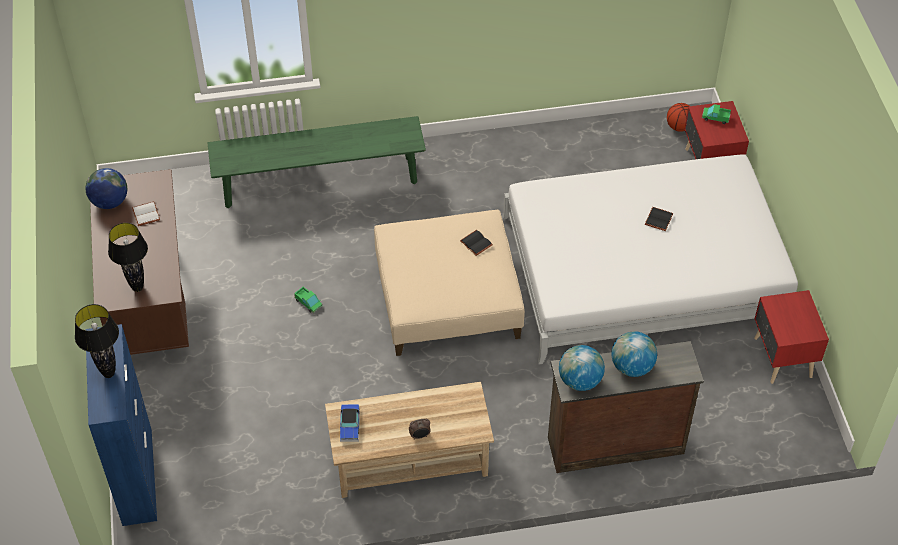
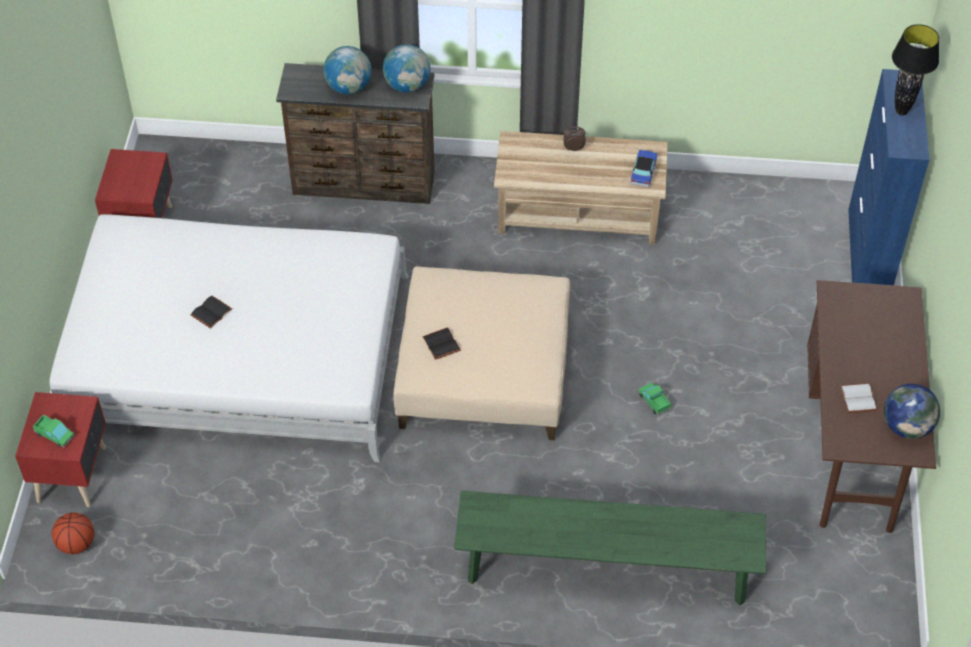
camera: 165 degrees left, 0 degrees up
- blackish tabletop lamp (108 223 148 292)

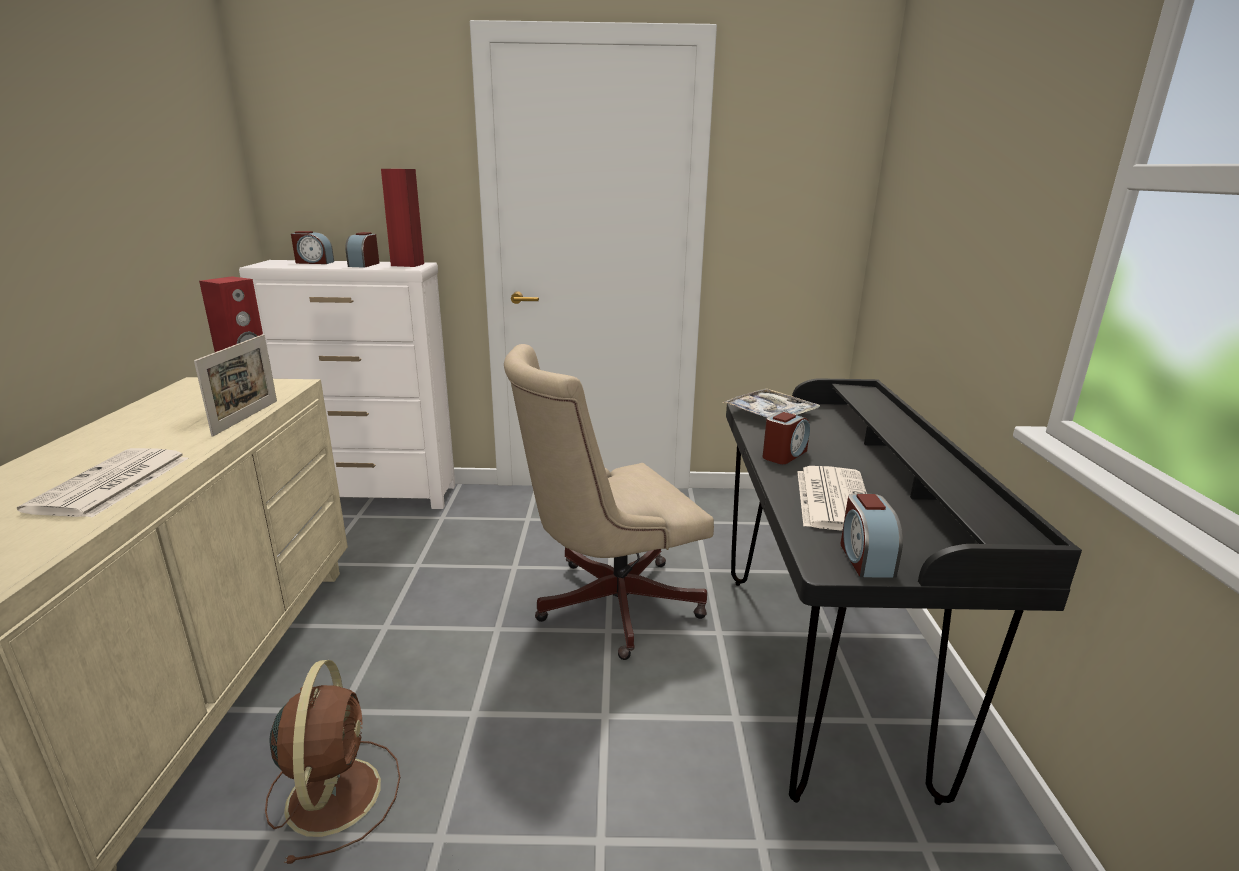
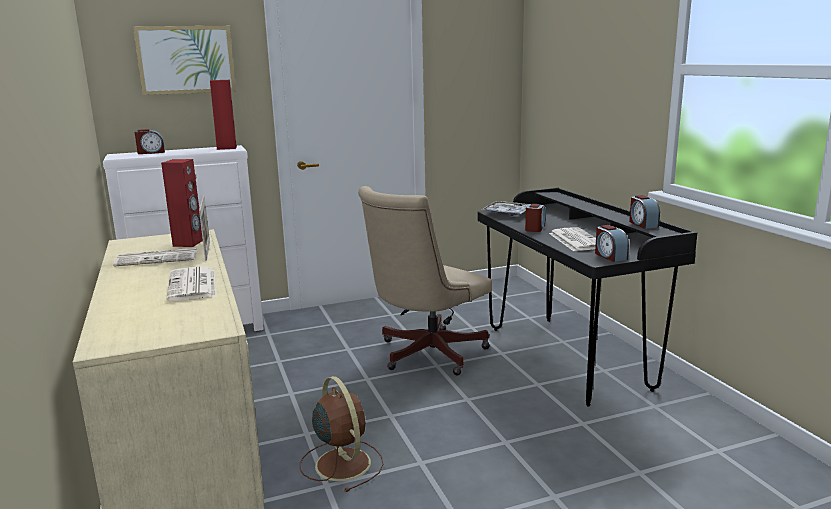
camera: 20 degrees left, 5 degrees down
+ newspaper (113 248 198 266)
+ picture (133 26 236 95)
~ alarm clock (345 232 379 268) to (629 195 660 229)

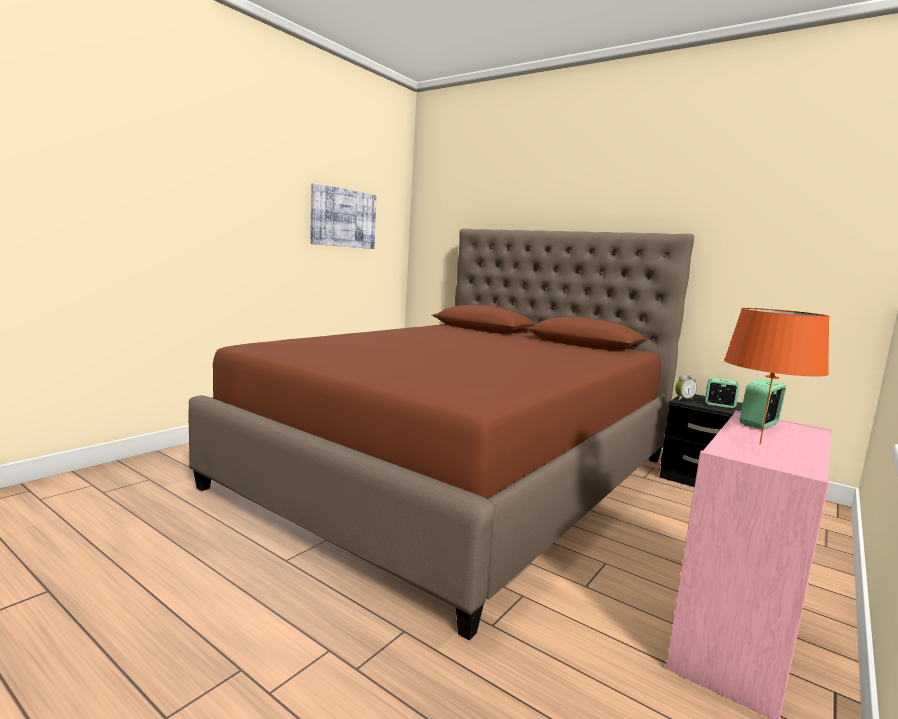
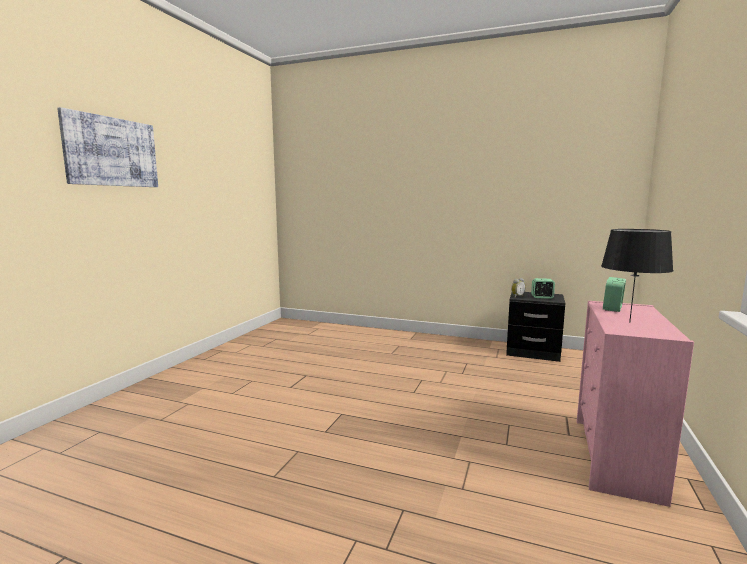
camera: 15 degrees left, 0 degrees up
~ picture (310 183 376 249) to (57 107 158 187)
~ orange tabletop lamp (724 308 830 445) to blackish tabletop lamp (601 229 674 323)
- brown-coloured sleeping bed (189 229 694 640)

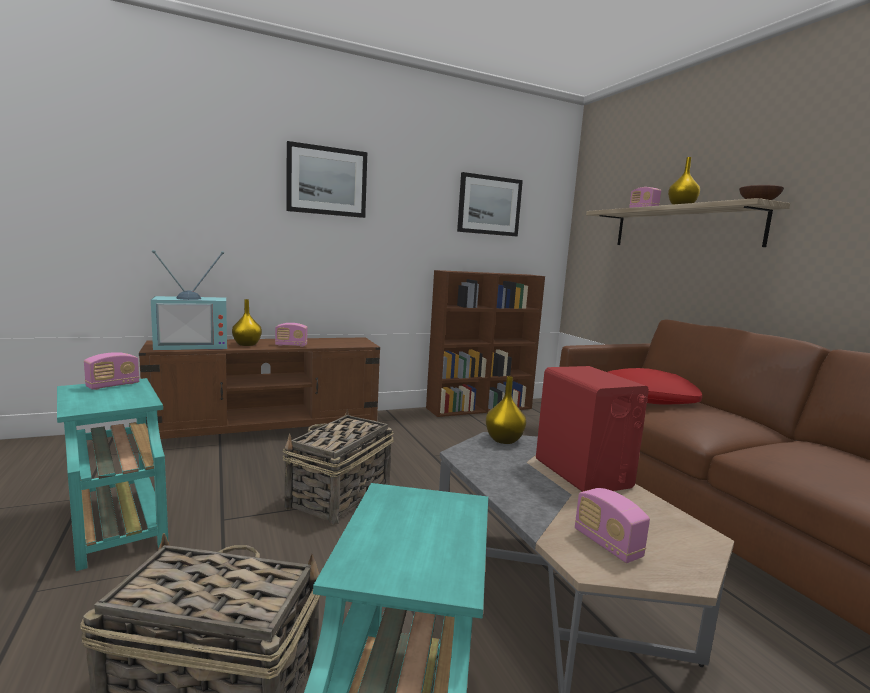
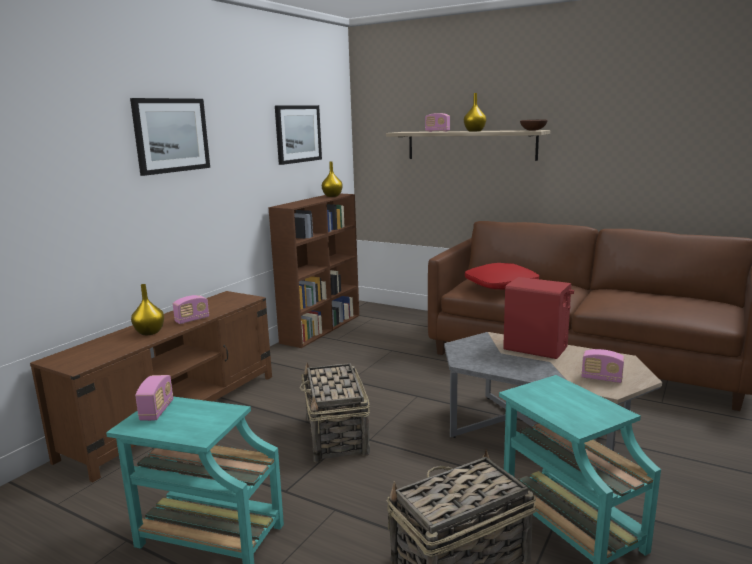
camera: 35 degrees left, 5 degrees up
~ yellow decorative vase (486 376 526 444) to (322 161 343 197)
- TV set (151 250 227 350)

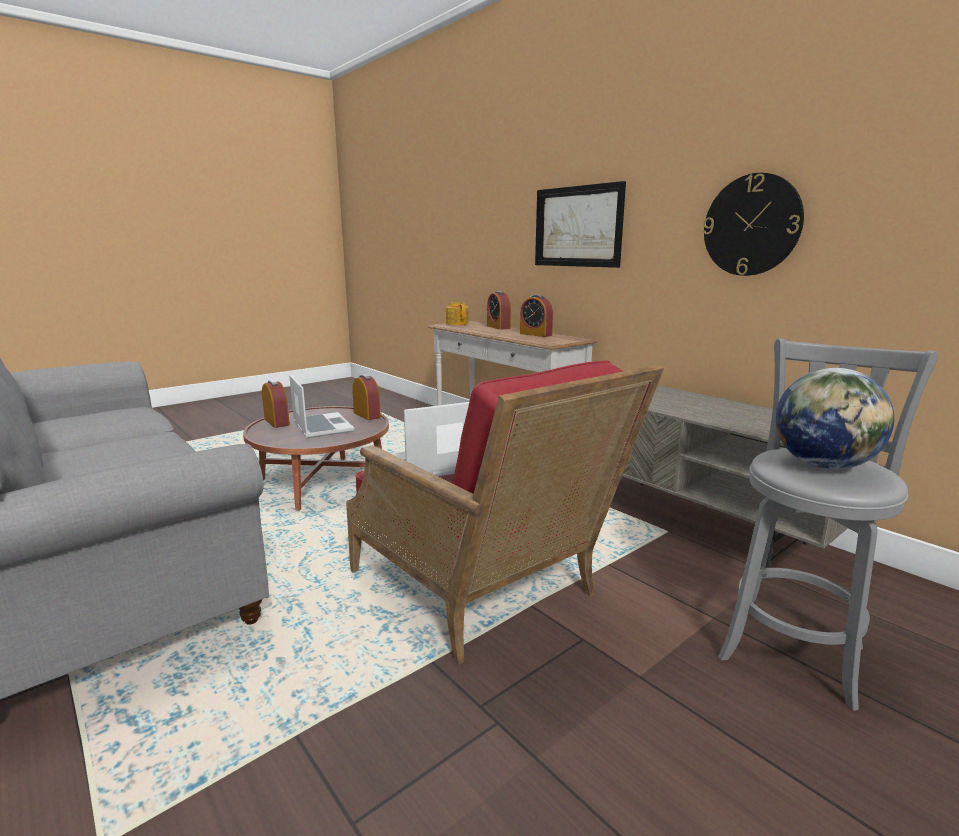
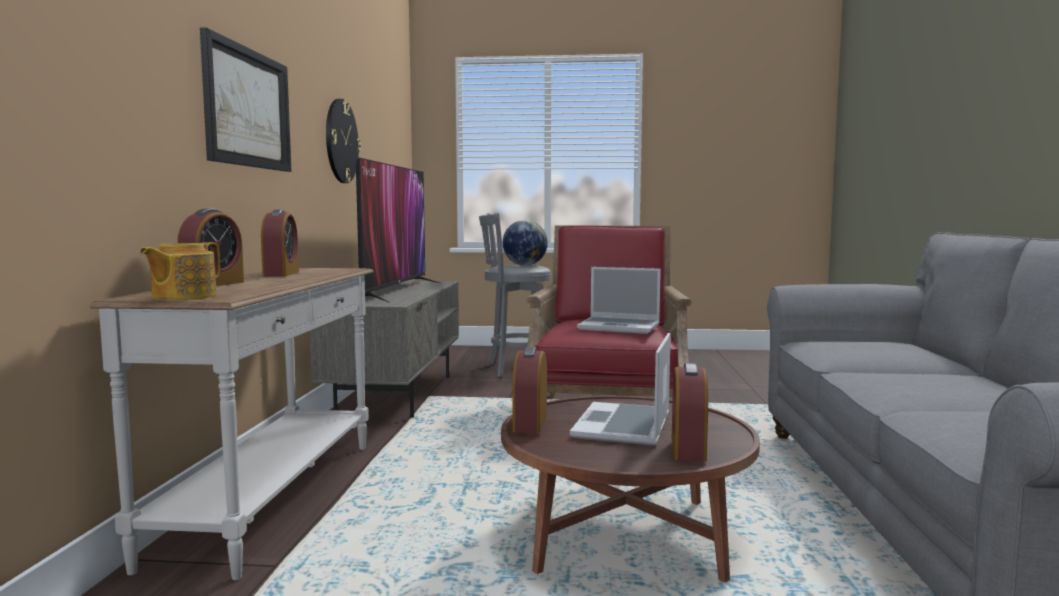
camera: 135 degrees left, 10 degrees down
+ TV set (356 158 439 303)

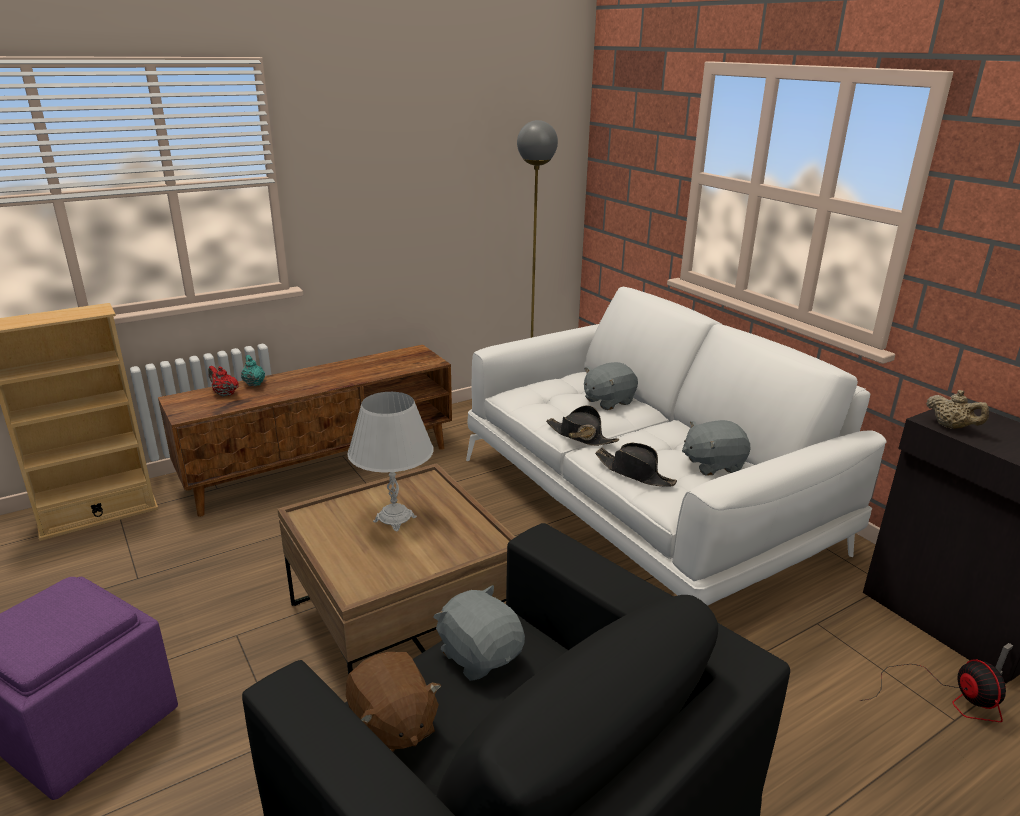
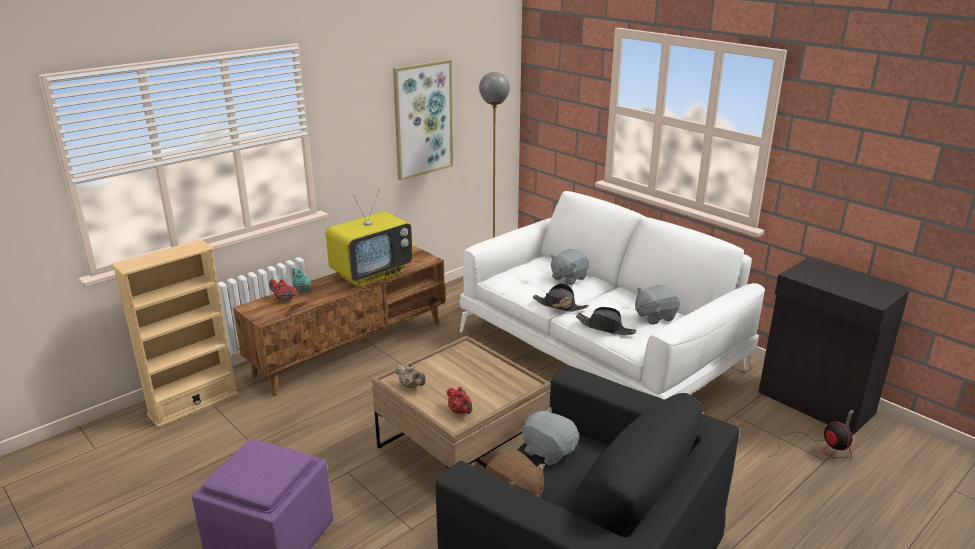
camera: 10 degrees left, 0 degrees up
+ TV set (326 189 413 287)
+ picture (393 59 453 180)
~ sand-coloured tea pot (926 390 989 429) to (395 362 426 388)
+ red tea pot (447 387 473 414)
- whitish tabletop lamp (347 392 434 531)

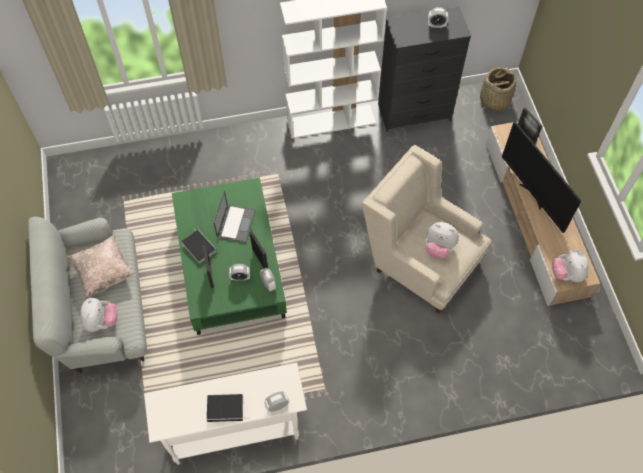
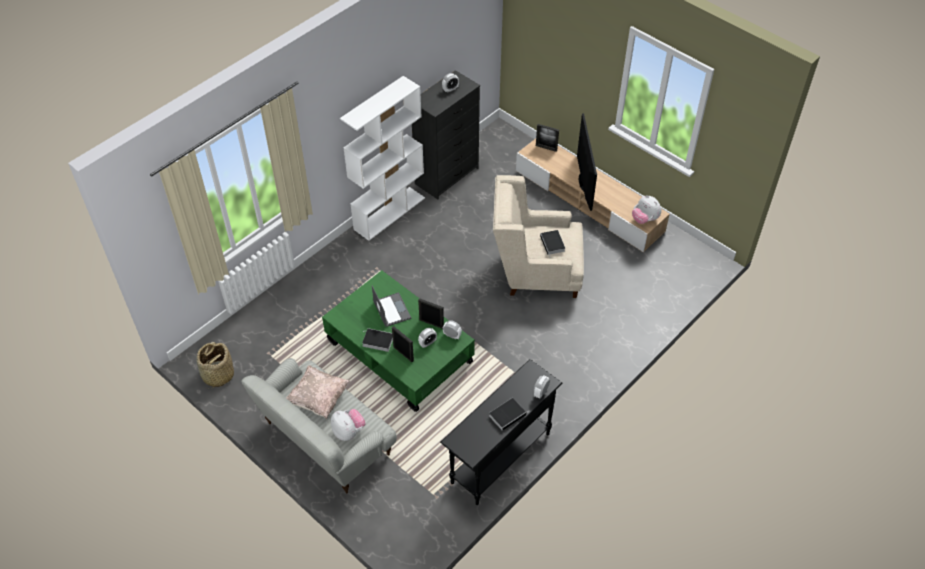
camera: 35 degrees left, 10 degrees down
~ storage basket (480 67 517 111) to (196 342 234 389)
~ whitish console table (144 363 307 465) to blackish console table (440 359 562 505)
~ plush toy (426 222 459 259) to book (540 230 565 257)
~ TV set (502 121 582 233) = (577 113 597 211) 120 degrees counterclockwise

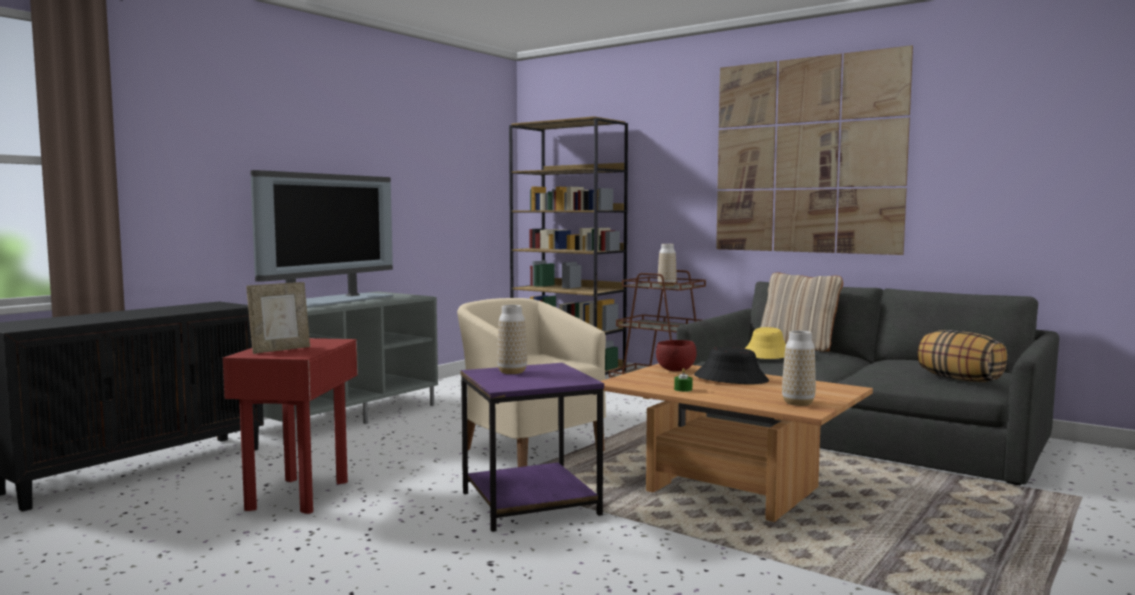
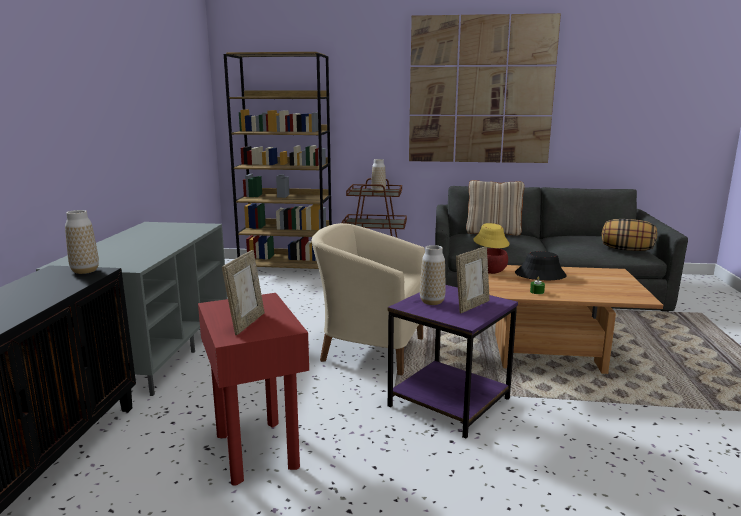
camera: 30 degrees left, 10 degrees up
~ decorative vase (782 330 816 406) to (65 210 99 274)
+ photo frame (456 247 490 313)
- TV set (250 170 393 308)

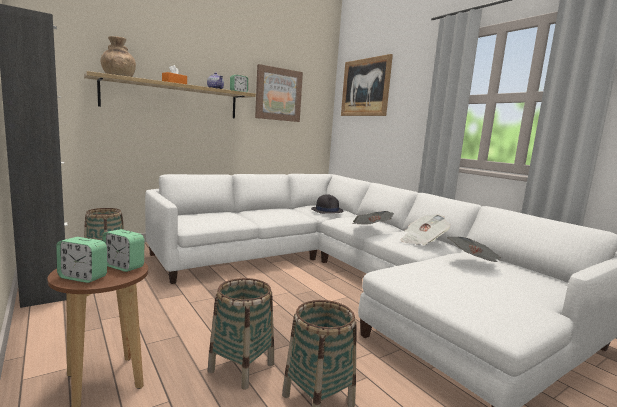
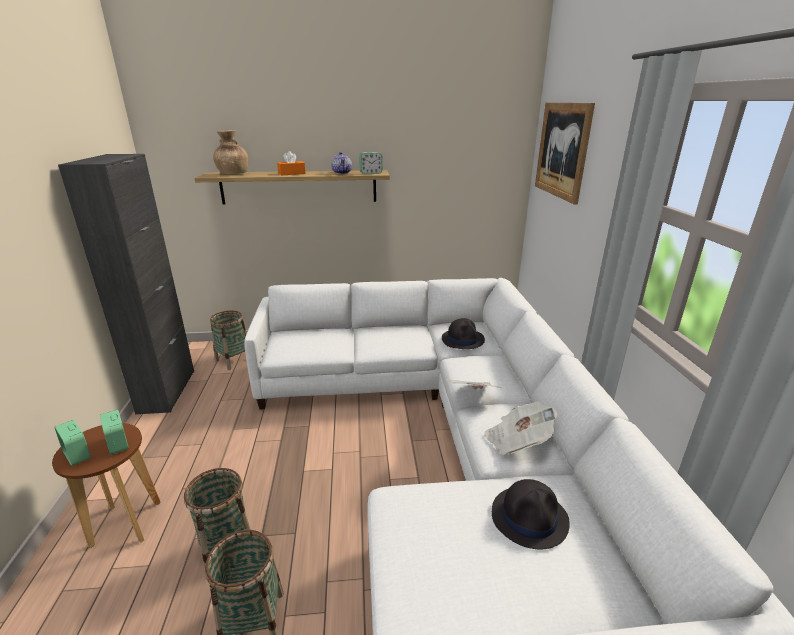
camera: 30 degrees right, 15 degrees up
~ newspaper (447 237 501 262) to blackish hat (492 479 570 549)
- picture (255 64 303 122)

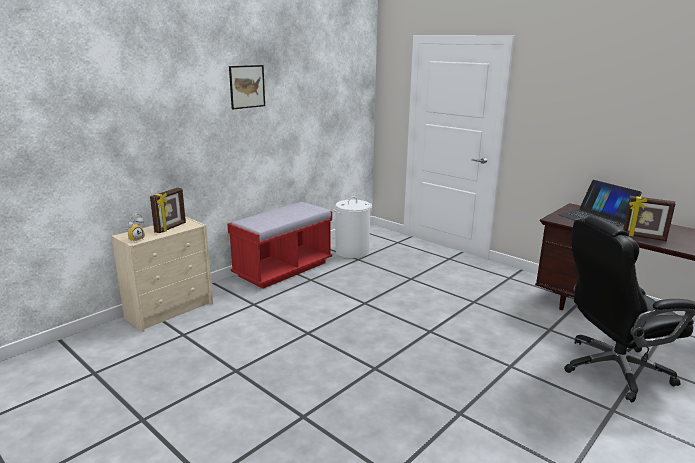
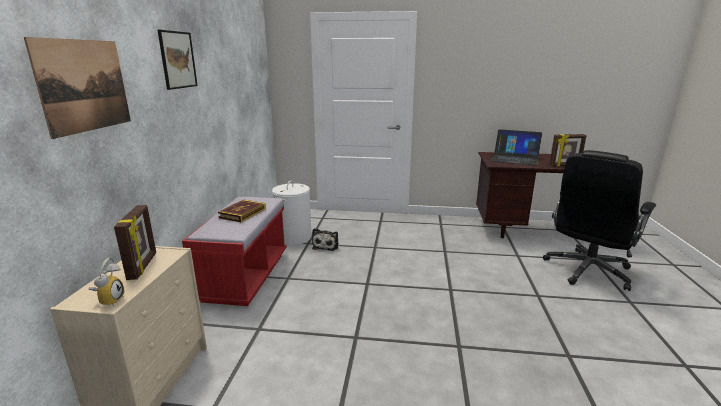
camera: 35 degrees left, 0 degrees up
+ picture (24 37 131 139)
+ book (218 200 266 222)
+ plush toy (312 228 339 251)

